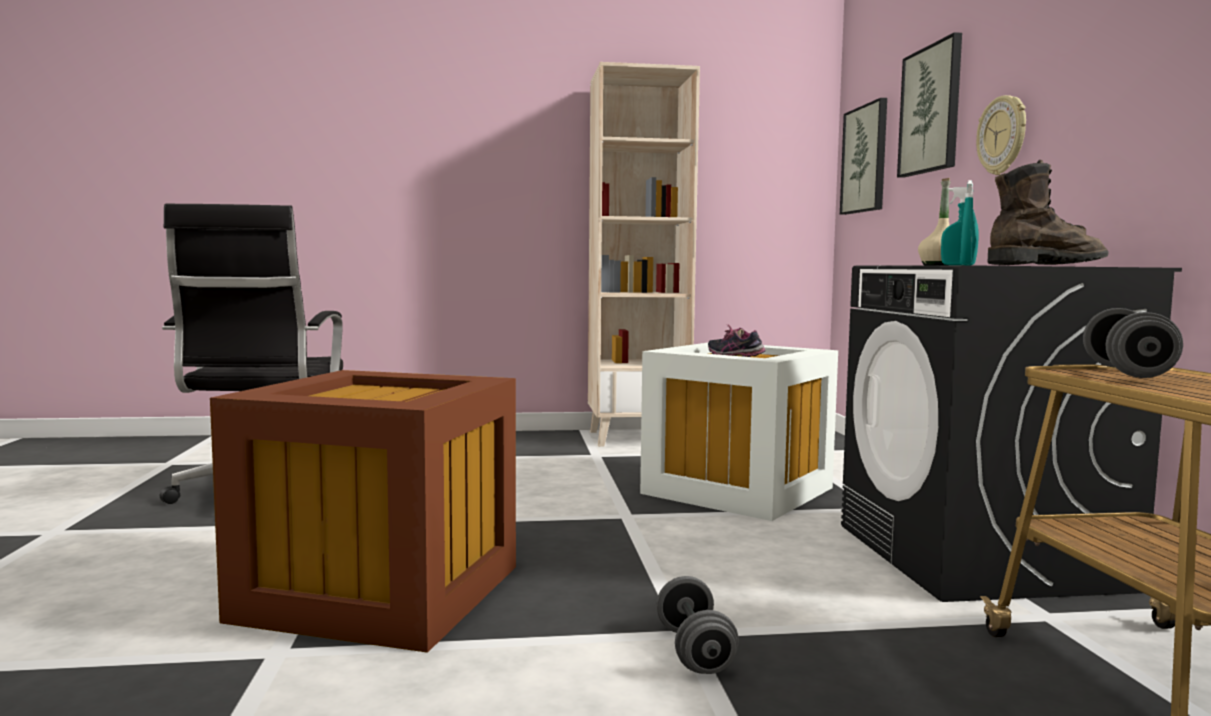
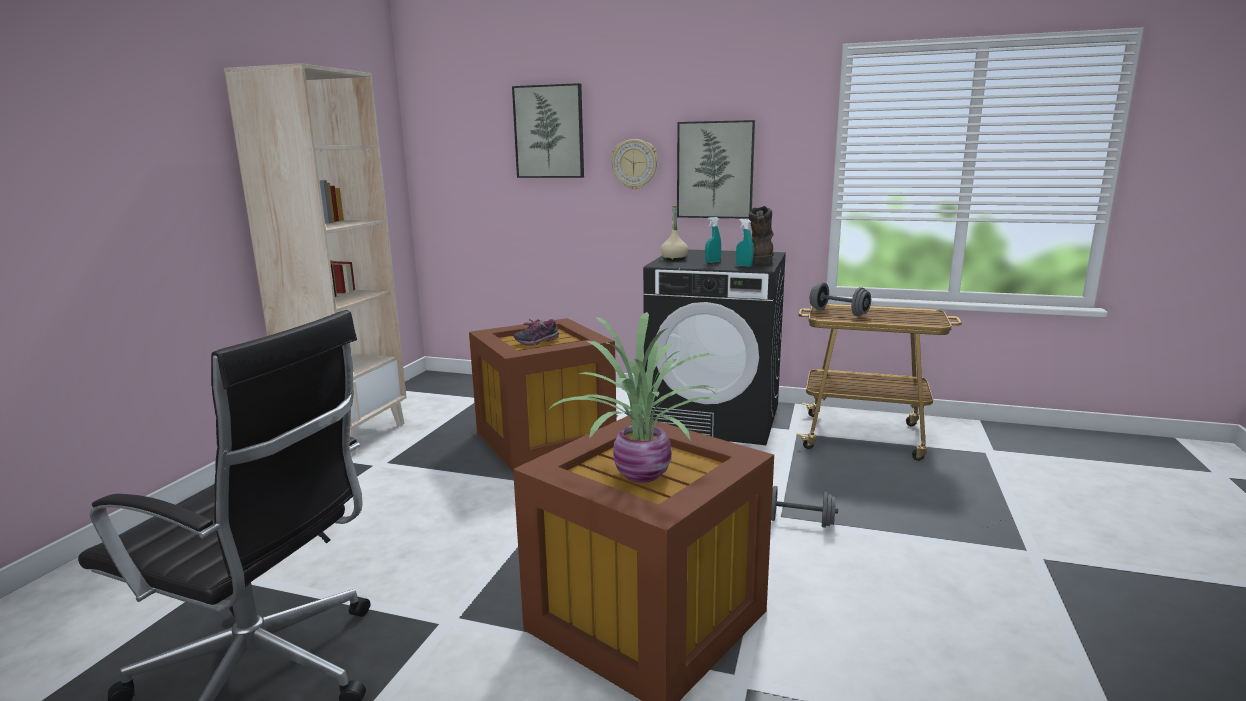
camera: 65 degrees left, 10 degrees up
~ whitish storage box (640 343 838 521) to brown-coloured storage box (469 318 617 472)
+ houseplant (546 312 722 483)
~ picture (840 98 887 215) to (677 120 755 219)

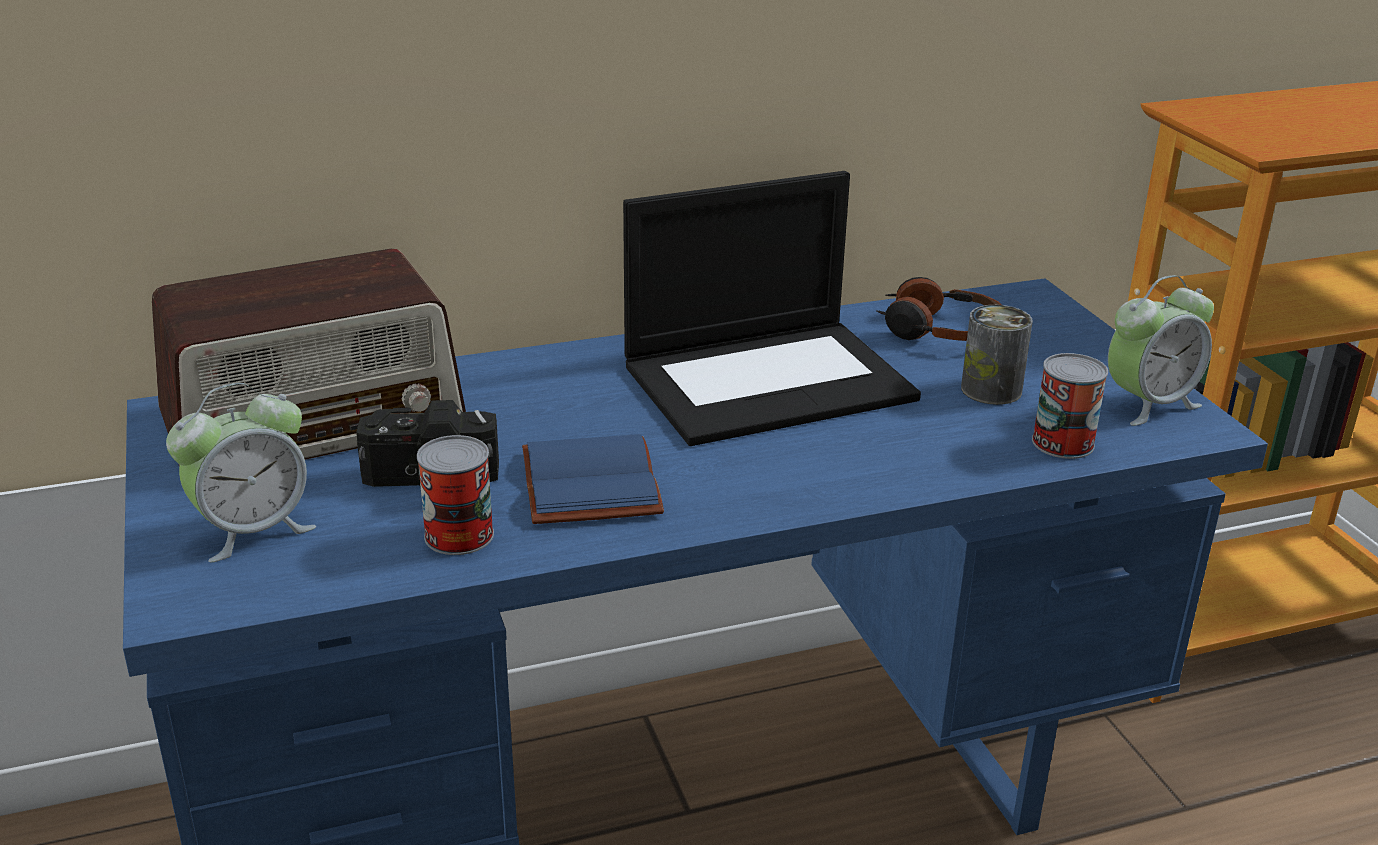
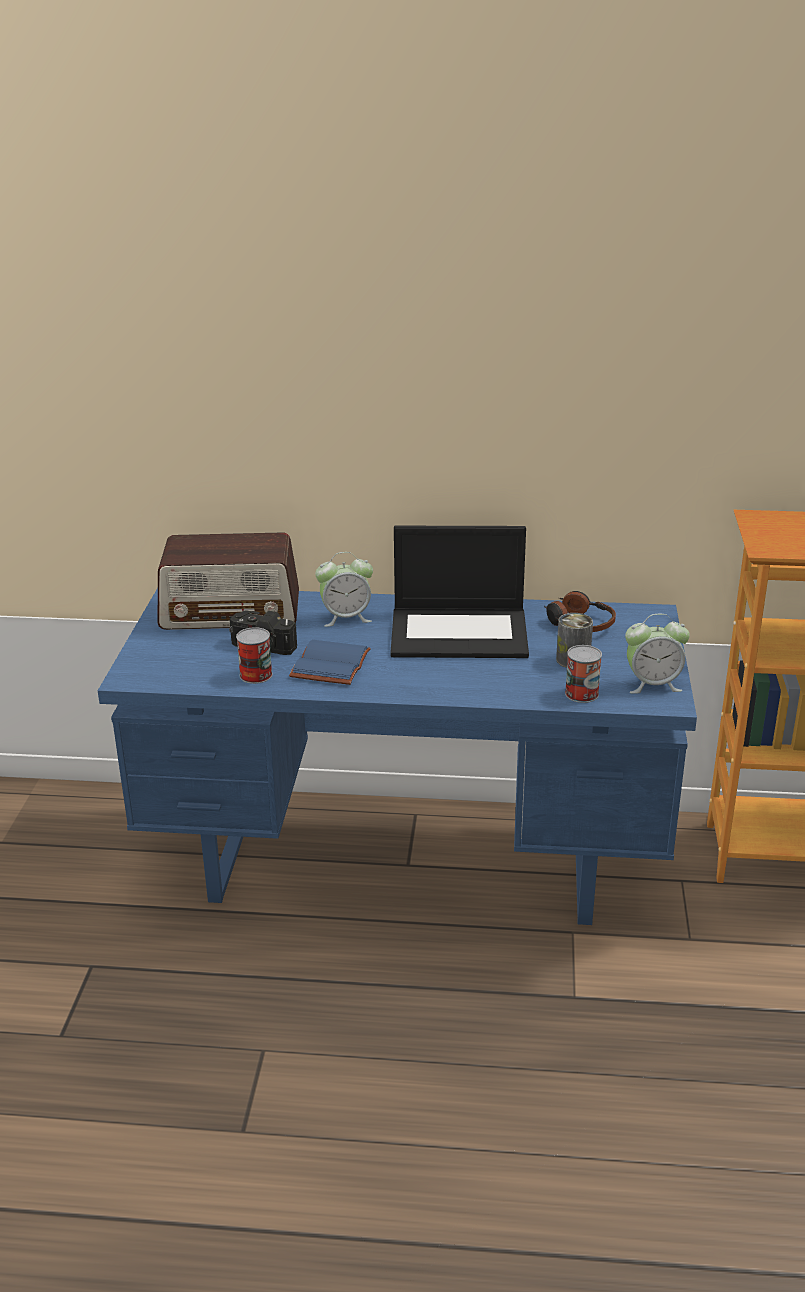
camera: 25 degrees right, 0 degrees up
~ alarm clock (166 383 316 563) to (315 552 373 627)

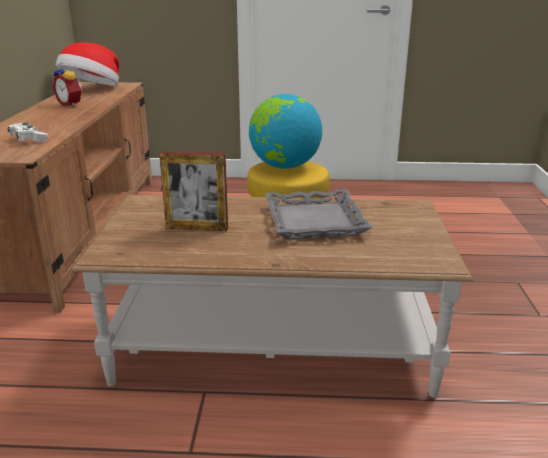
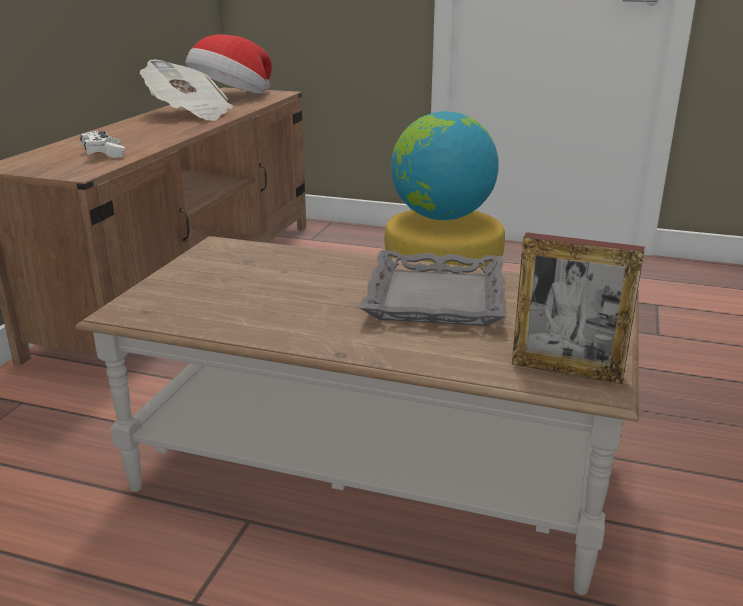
camera: 15 degrees right, 0 degrees up
~ alarm clock (53 62 82 107) to newspaper (140 60 233 121)
~ photo frame (159 151 228 231) to (512 232 645 384)

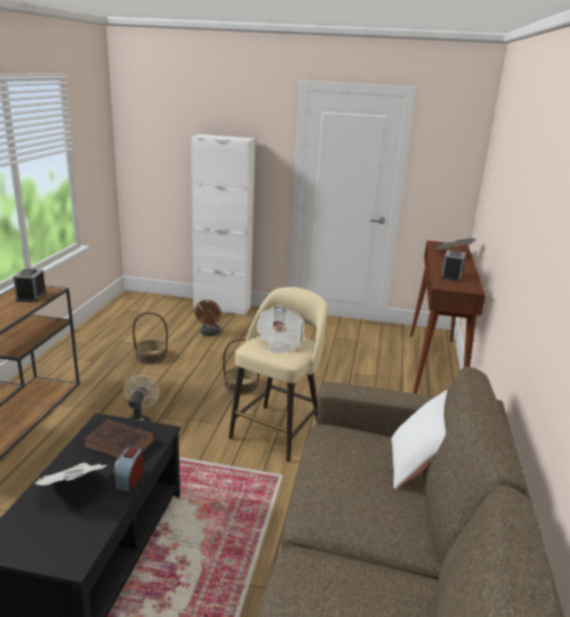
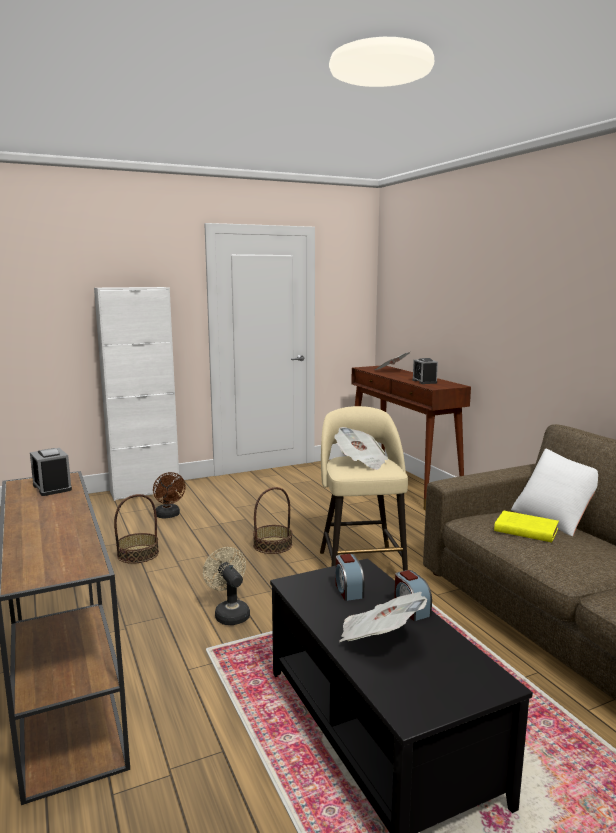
camera: 35 degrees left, 10 degrees down
~ brown-coloured book (83 420 155 458) to alarm clock (335 554 364 601)
+ yellow book (494 511 559 542)

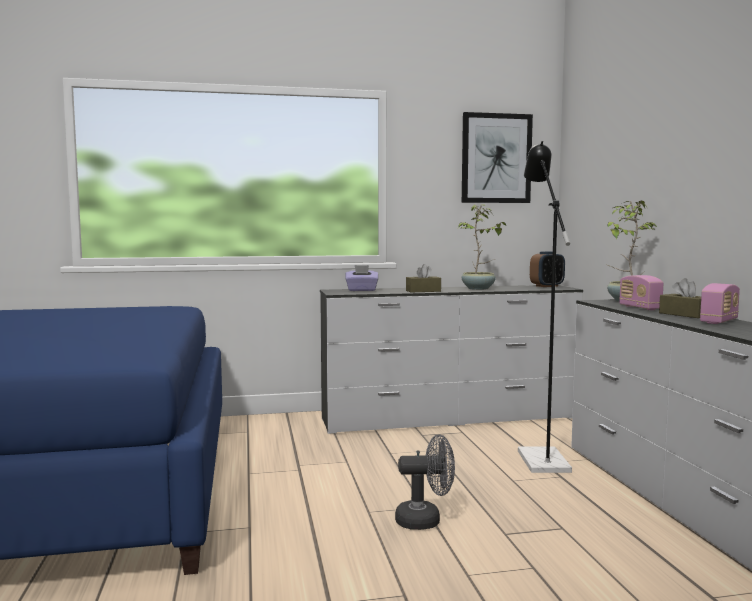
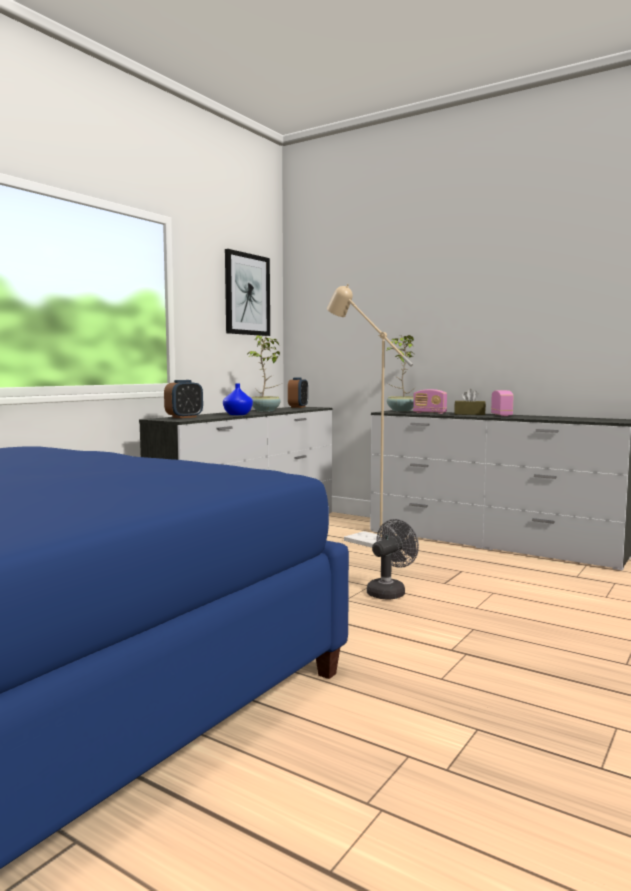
camera: 45 degrees left, 0 degrees up
~ purple-coloured tissue holder (346 265 378 291) to alarm clock (164 380 203 418)
~ brown-coloured tissue holder (406 264 441 292) to blue-coloured decorative vase (223 383 253 415)
~ blackish standard lamp (518 141 572 473) to sand-coloured standard lamp (327 284 413 548)

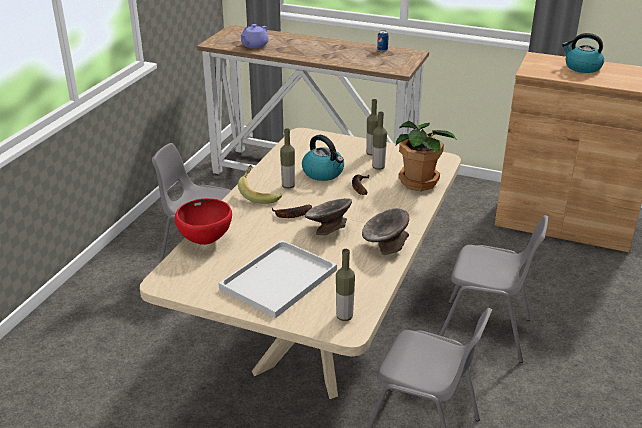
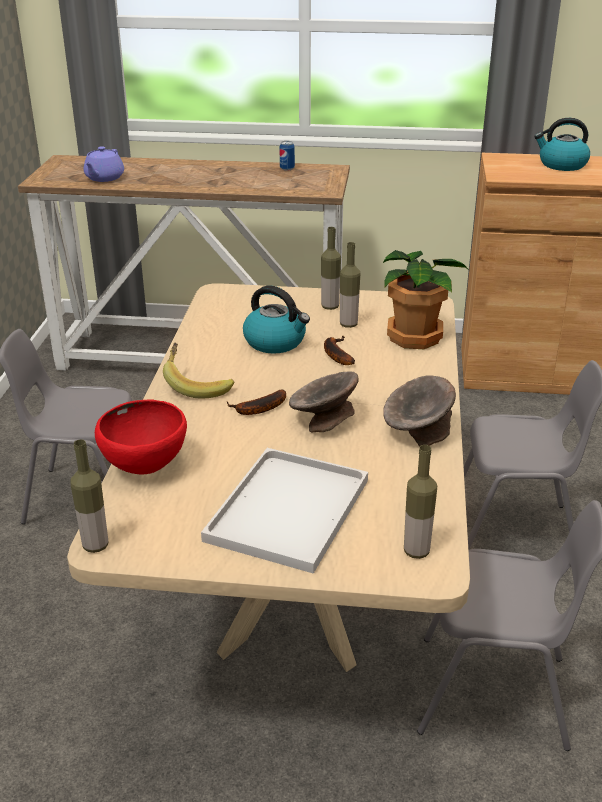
camera: 15 degrees left, 0 degrees up
~ bottle (280 128 295 188) to (70 439 109 553)

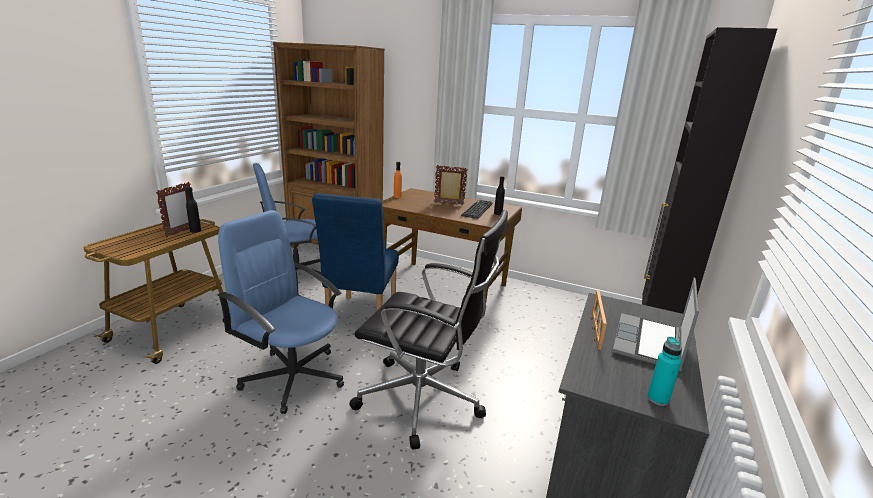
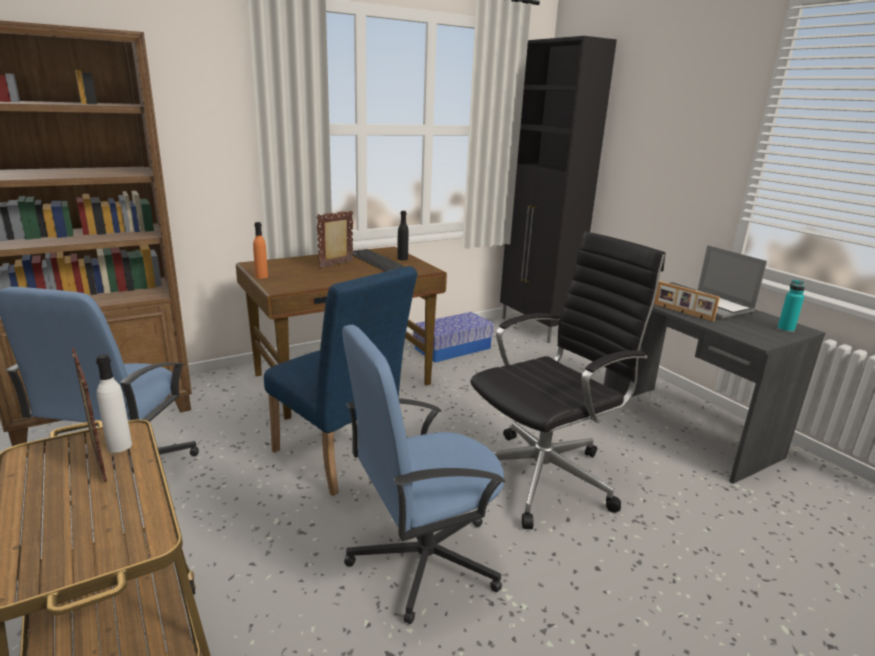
camera: 55 degrees left, 0 degrees up
~ blackish bottle (186 187 201 233) to whitish bottle (96 354 132 453)
+ storage box (413 312 494 363)

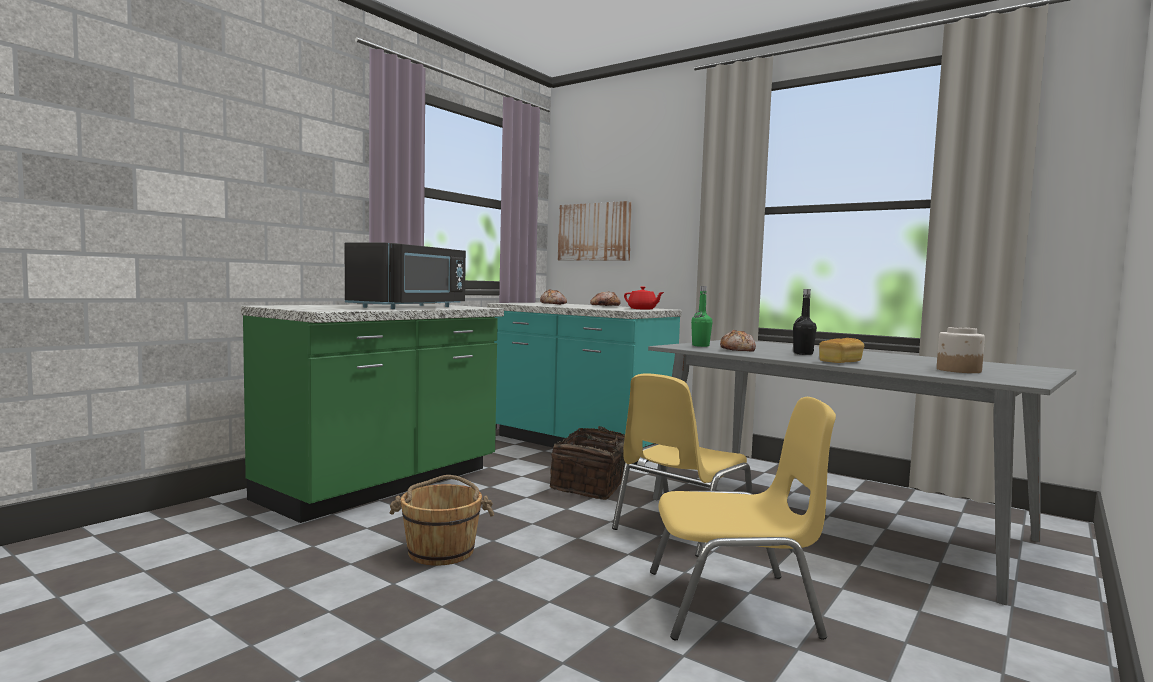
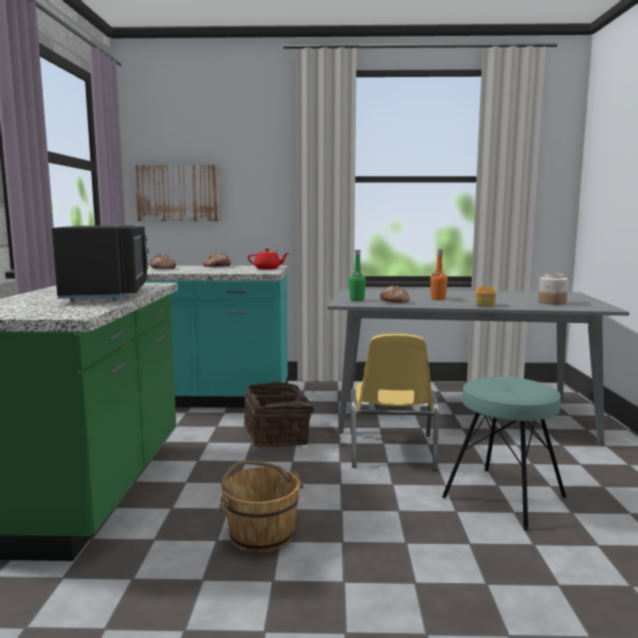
camera: 35 degrees left, 5 degrees up
~ blackish bottle (793 289 817 355) to orange bottle (430 250 448 300)
~ yellow chair (650 397 836 641) to turquoise sitting stool (442 377 566 531)

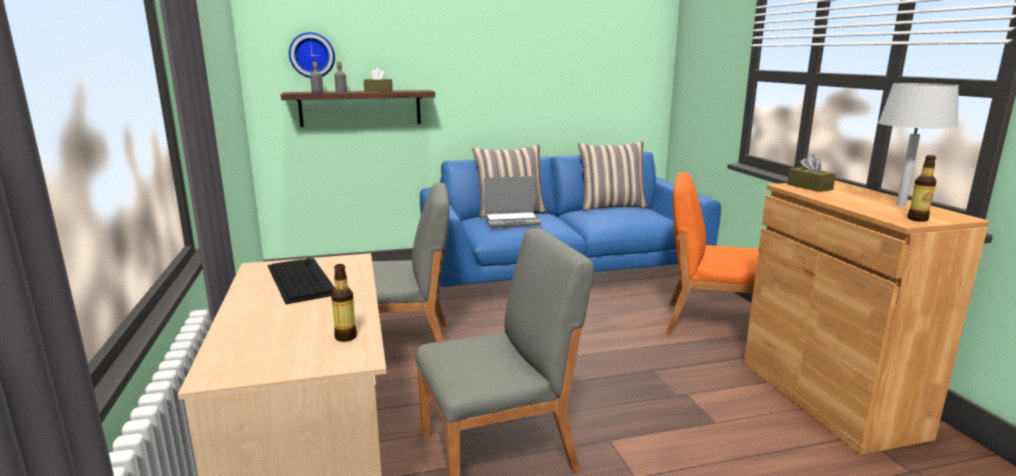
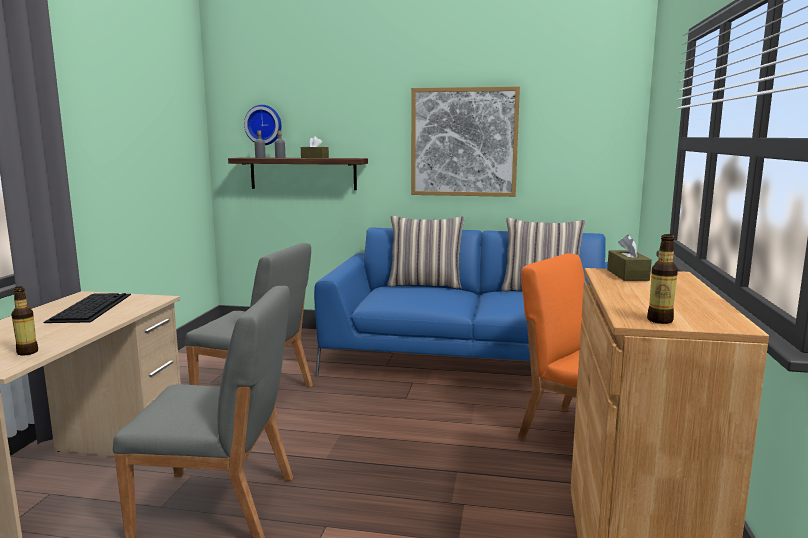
camera: 25 degrees right, 5 degrees down
+ picture (411 86 520 197)
- notebook computer (484 176 541 228)
- greyish tabletop lamp (878 83 959 206)

